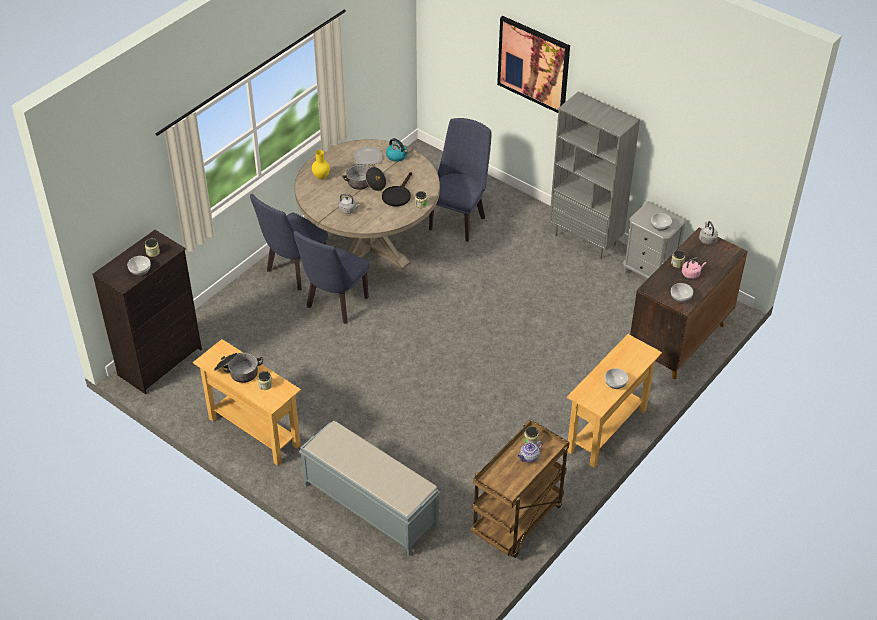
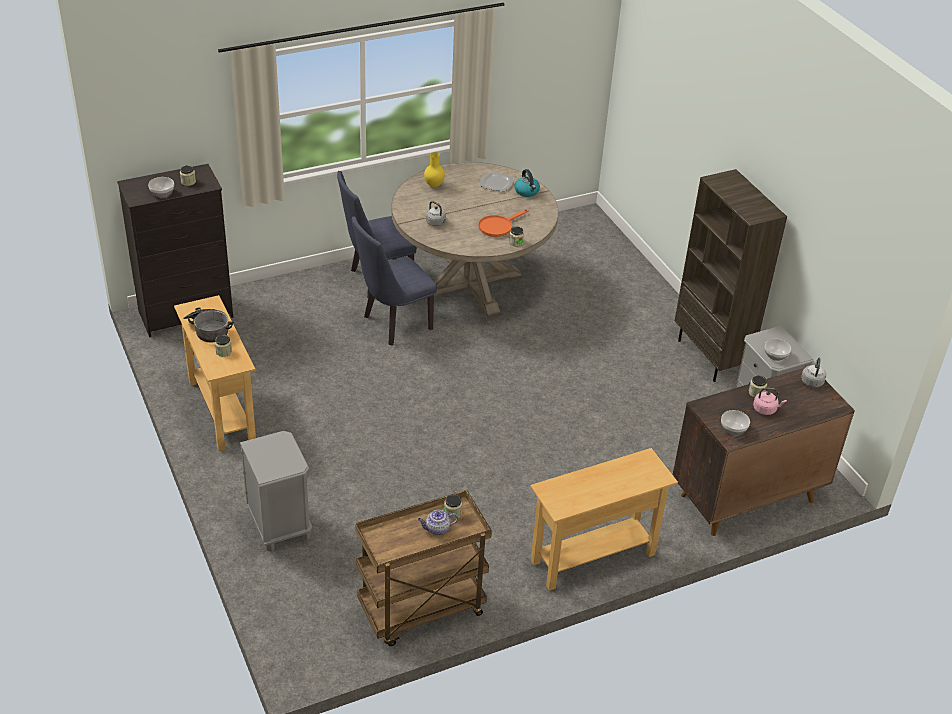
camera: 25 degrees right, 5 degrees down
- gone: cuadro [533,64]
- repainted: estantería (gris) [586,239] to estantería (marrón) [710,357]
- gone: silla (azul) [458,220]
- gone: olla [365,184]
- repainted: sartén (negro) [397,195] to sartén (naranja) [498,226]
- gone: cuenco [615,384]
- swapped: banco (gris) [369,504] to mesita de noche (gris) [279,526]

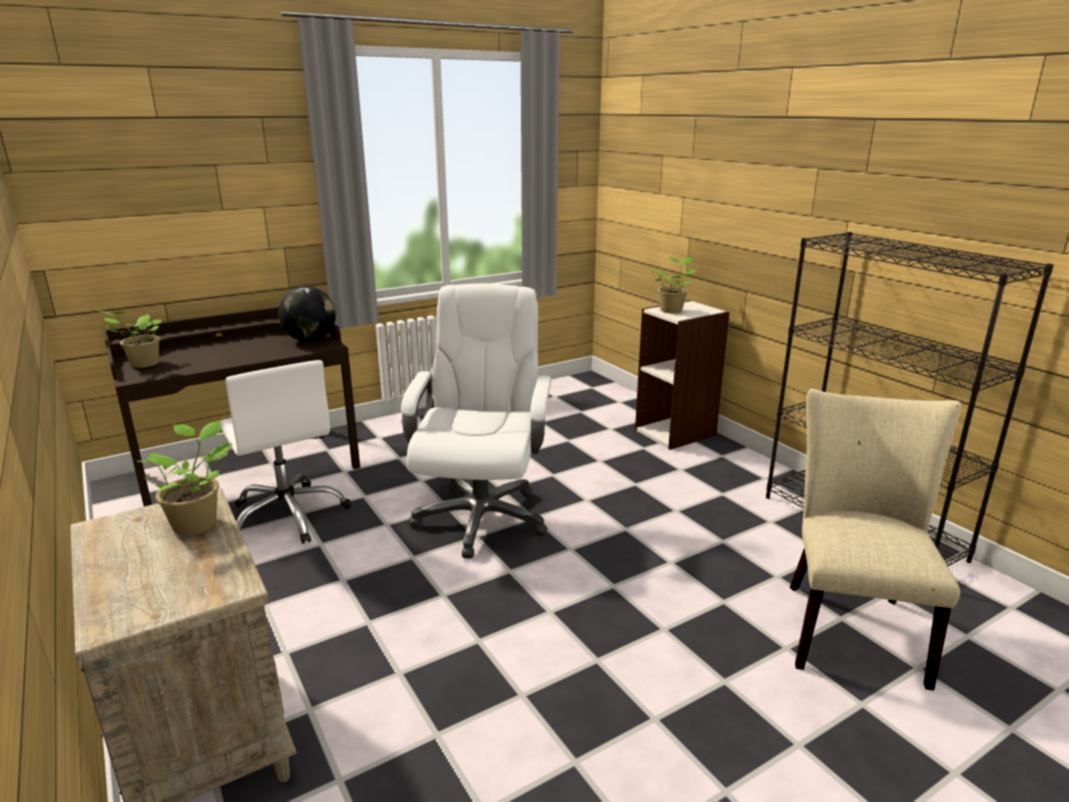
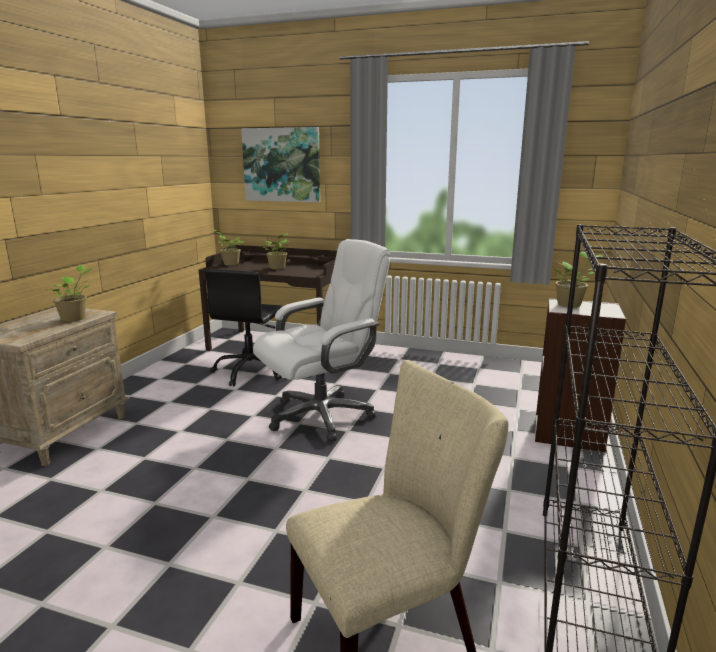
camera: 50 degrees right, 5 degrees down
- gone: globo terráqueo [310,340]
- repainted: silla de oficina (blanco) [288,515] to silla de oficina (negro) [250,371]
- new: cuadro [282,165]
- new: planta en maceta [277,268]

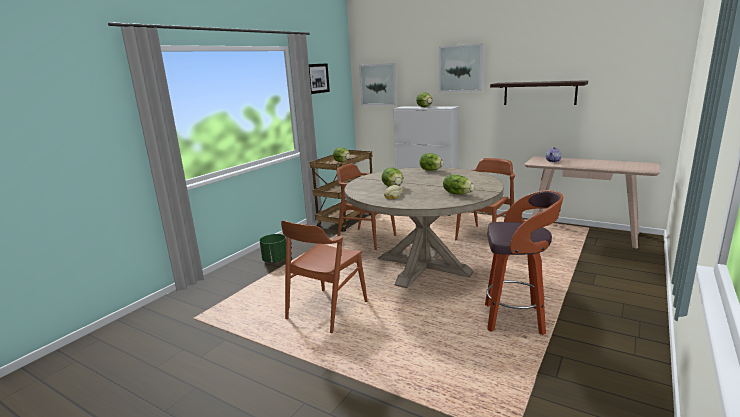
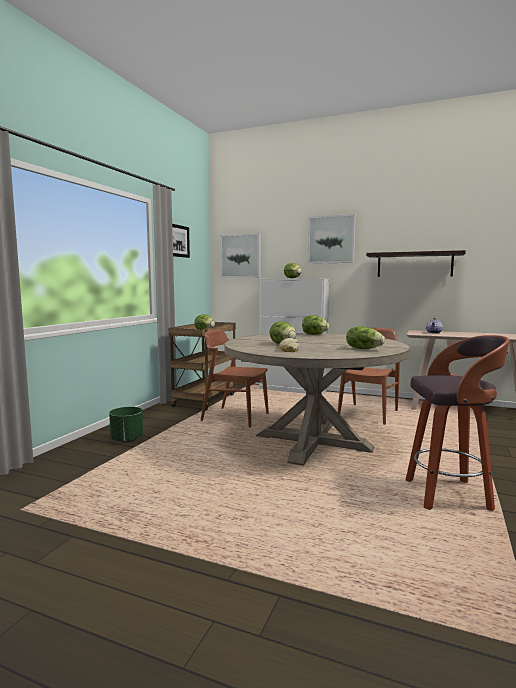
camera: 10 degrees left, 10 degrees down
- gone: silla (marrón) [327,310]

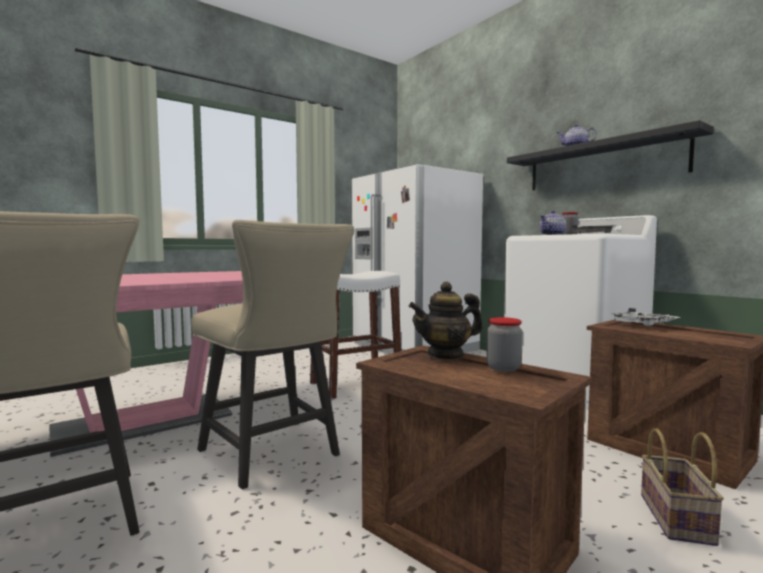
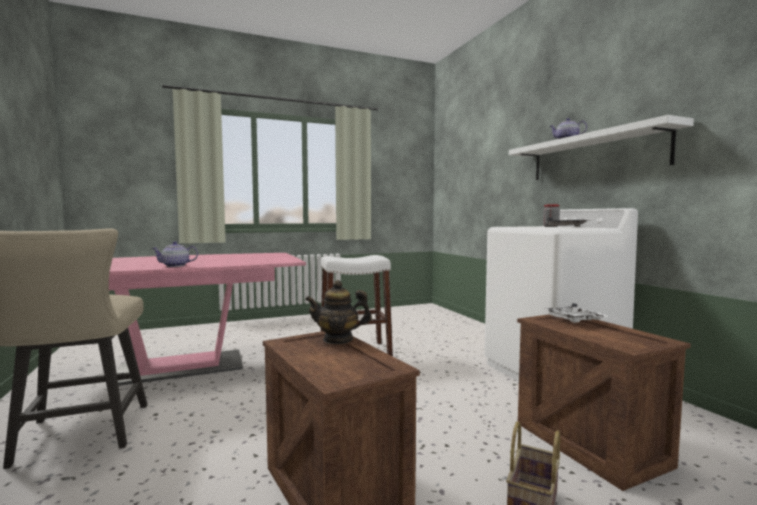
camera: 15 degrees right, 0 degrees up
- repainted: estante (negro) [602,164] to estante (blanco) [594,156]
- gone: nevera (blanco) [413,347]
- shifted: tetera [552,235] to [176,266]
- gone: silla (beis) [275,455]
- gone: tarro [503,368]

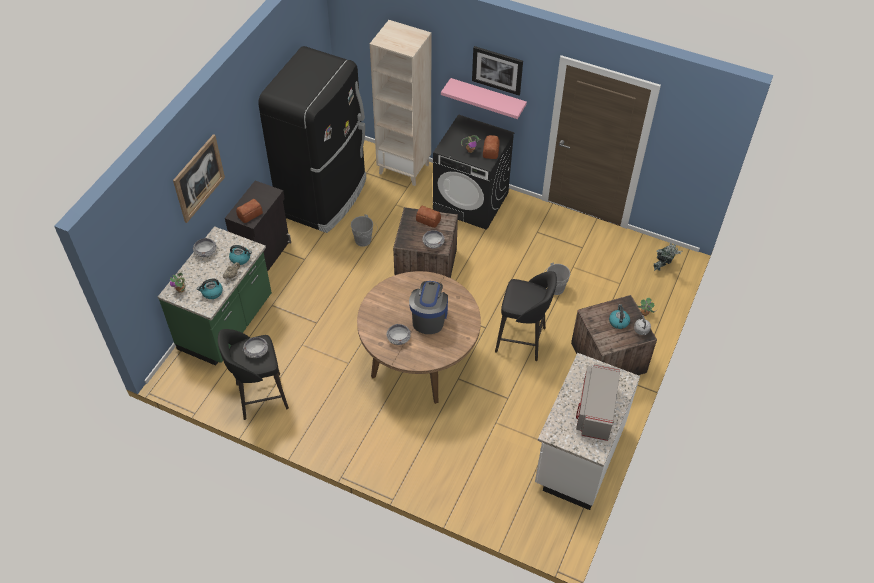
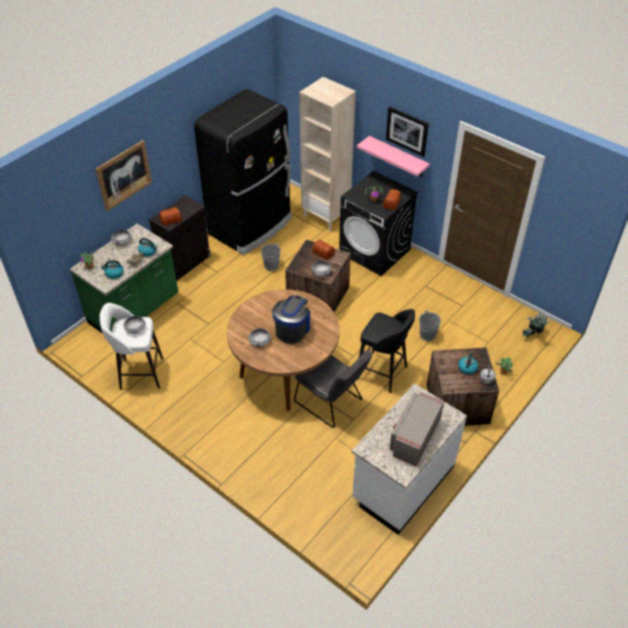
camera: 15 degrees right, 5 degrees down
- repainted: taburete (negro) [260,396] to taburete (blanco) [140,373]
- new: silla (gris) [331,403]

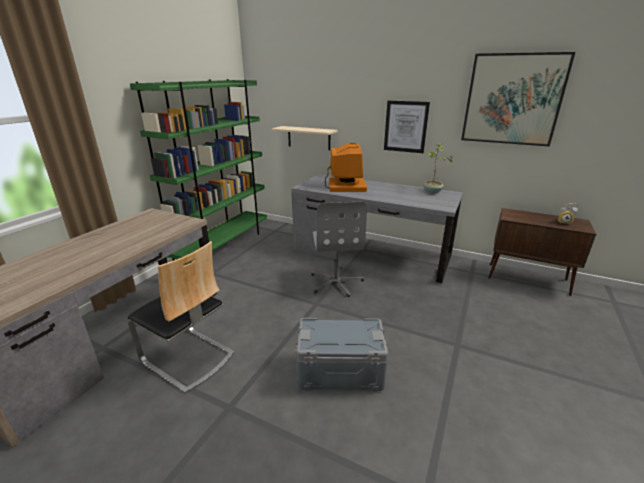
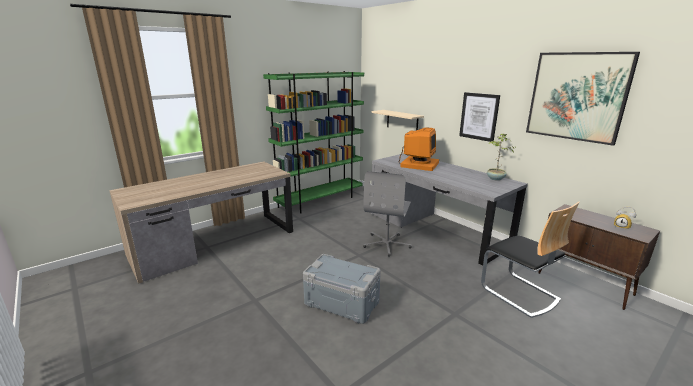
camera: 25 degrees right, 5 degrees down
- shifted: silla [188,358] to [519,293]

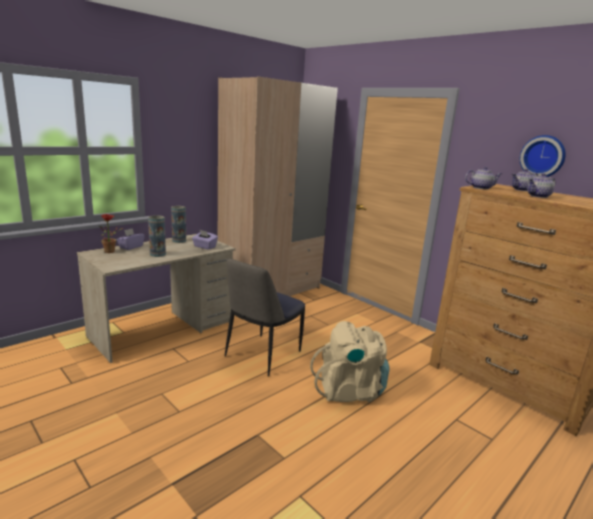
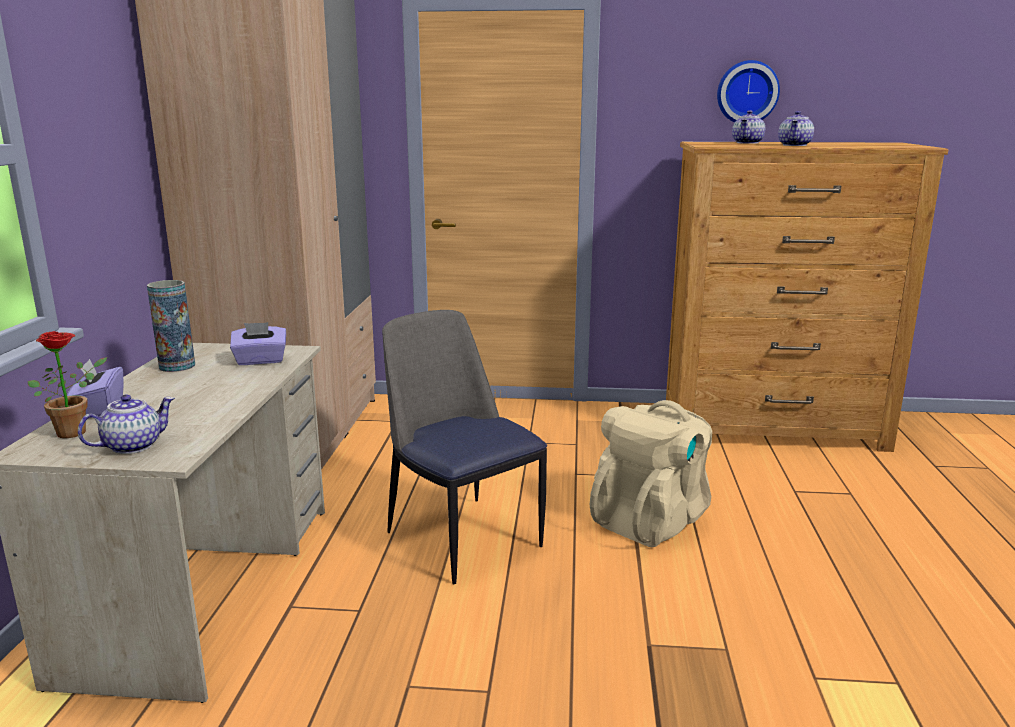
camera: 40 degrees left, 0 degrees up
- shifted: tetera [481,188] to [133,446]
- gone: florero [157,254]
- rotated: silla [262,355] = [462,536] 150 degrees clockwise

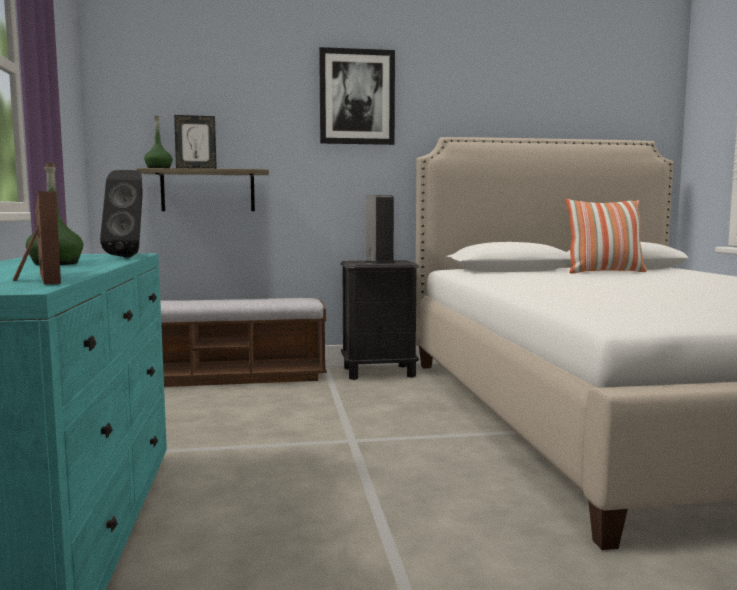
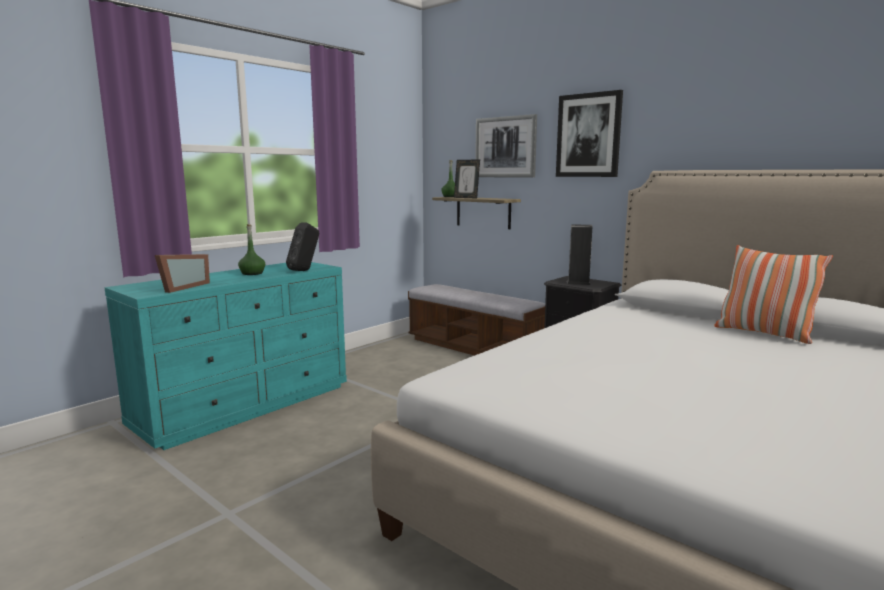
camera: 50 degrees right, 5 degrees up
- new: cuadro [505,147]

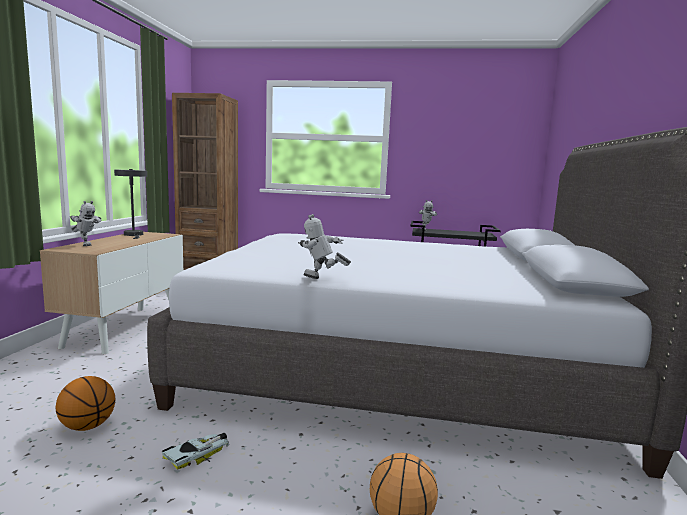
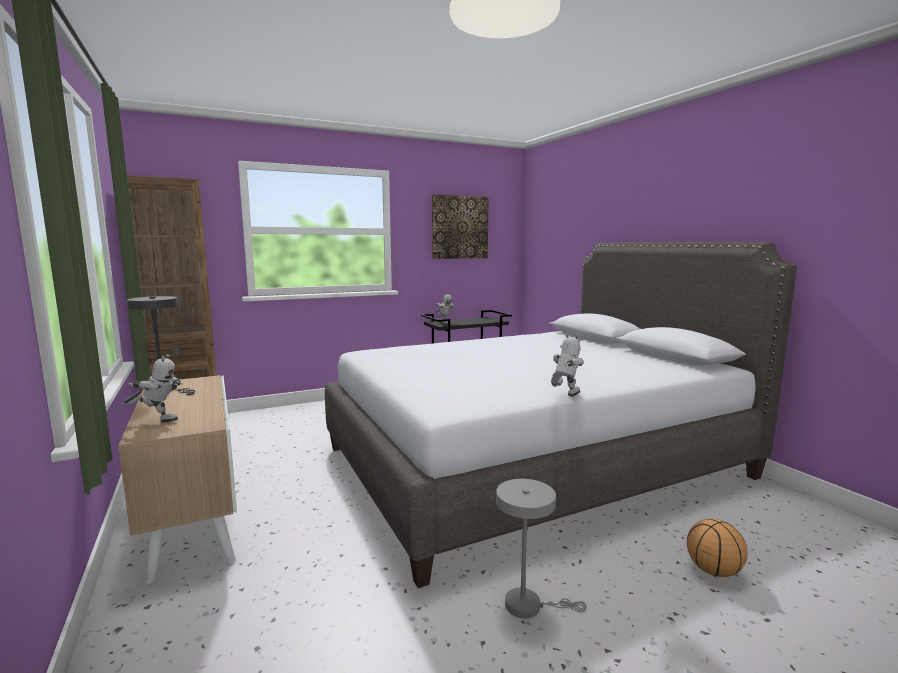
camera: 35 degrees left, 0 degrees up
- rotated: robot de juguete [321,280] = [564,396] 150 degrees clockwise
- gone: balón de baloncesto [88,426]
- swapped: coche de juguete [199,454] to lámpara de mesa (gris) [529,605]
- new: cuadro [459,227]

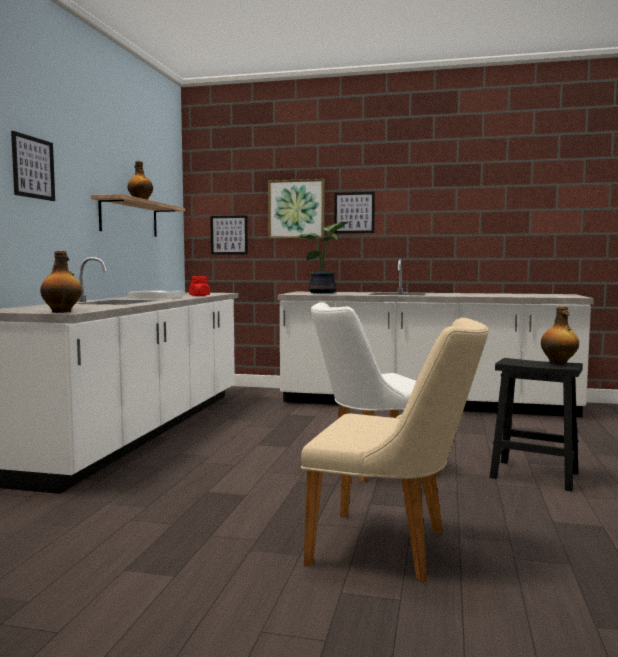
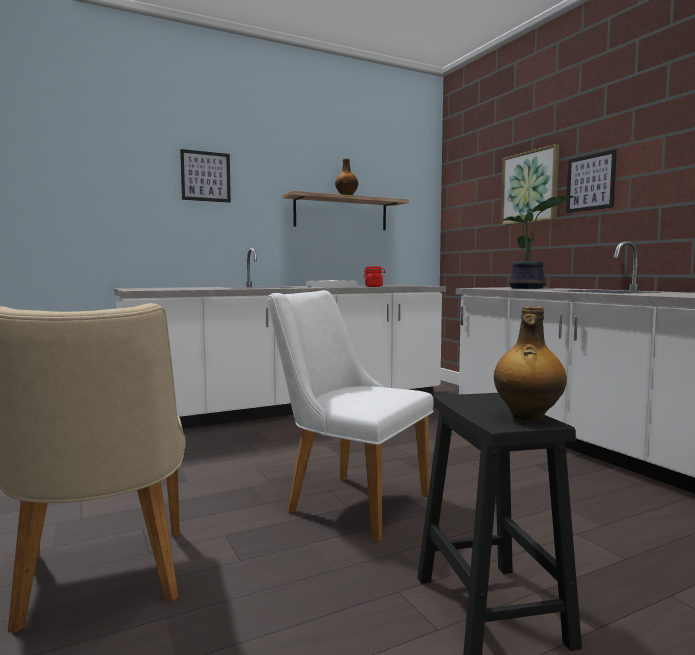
camera: 50 degrees right, 0 degrees up
- gone: cuadro [229,235]
- gone: botella [62,312]

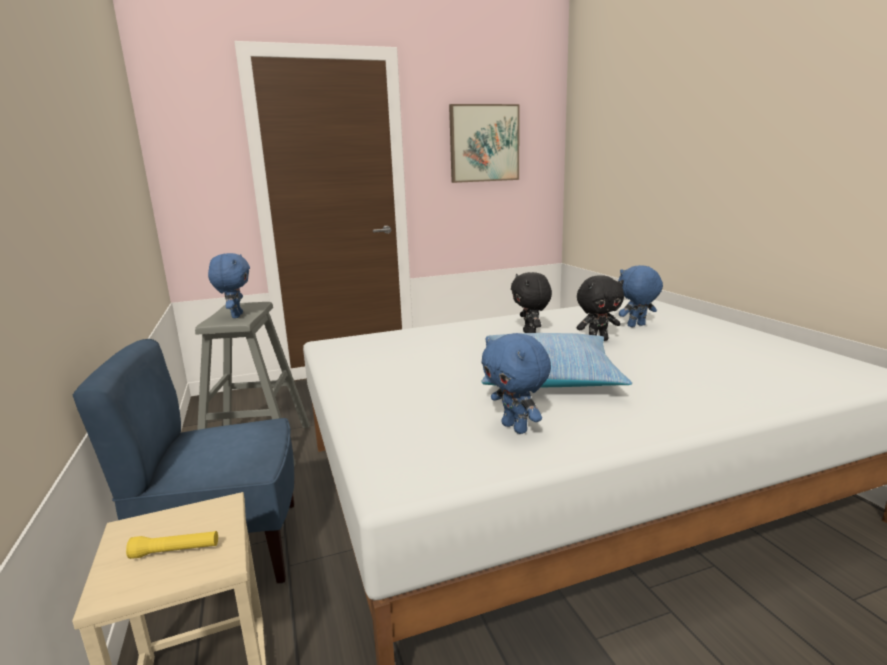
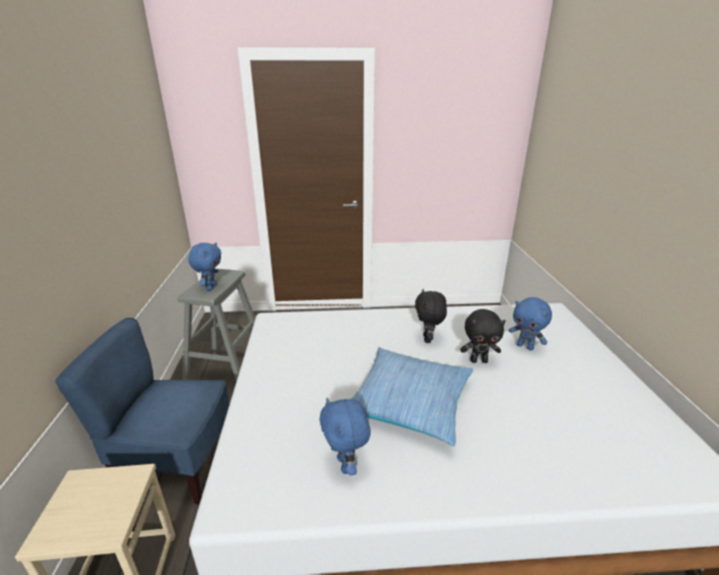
camera: 15 degrees right, 10 degrees up
- gone: cuadro [484,143]
- rotated: peluche (azul) [636,326] = [525,346] 135 degrees counterclockwise
- gone: linterna (amarillo) [175,551]

